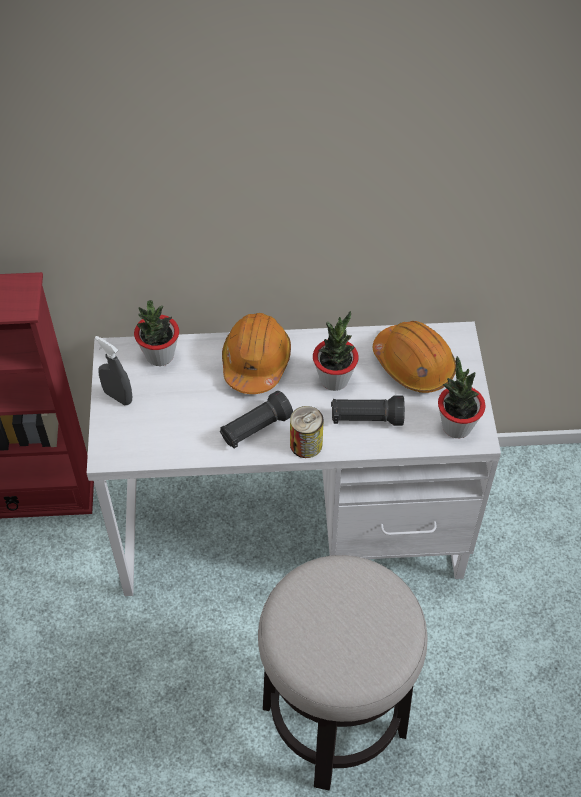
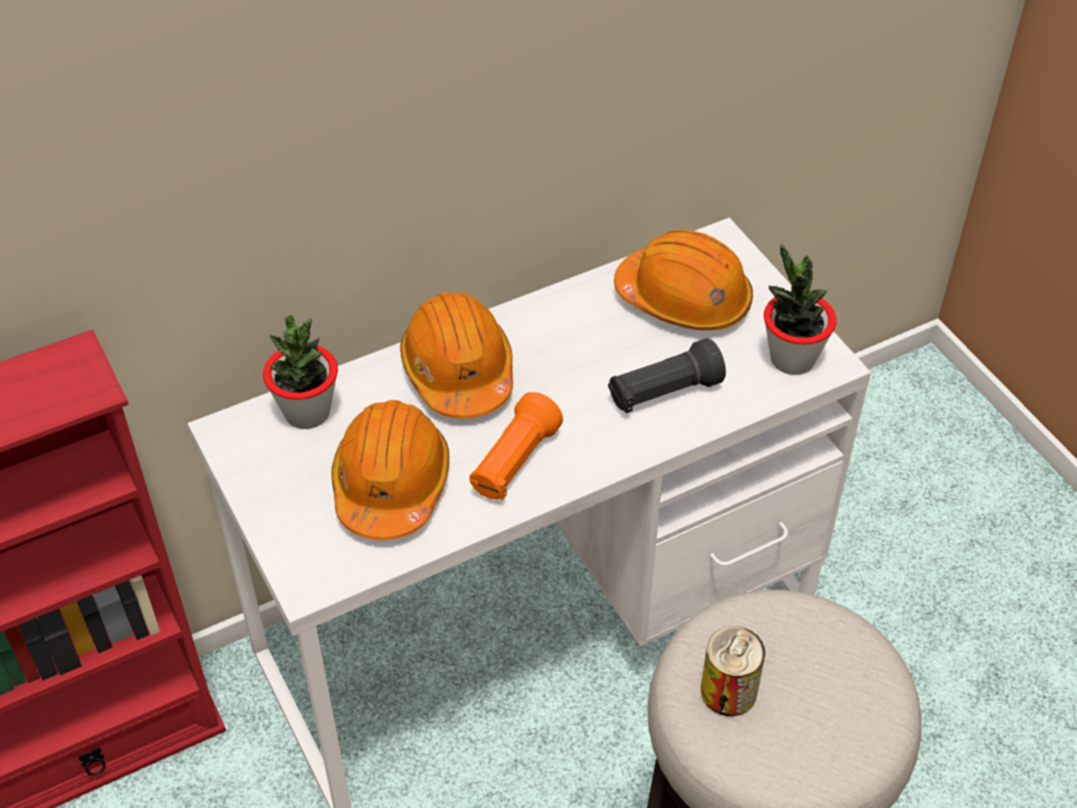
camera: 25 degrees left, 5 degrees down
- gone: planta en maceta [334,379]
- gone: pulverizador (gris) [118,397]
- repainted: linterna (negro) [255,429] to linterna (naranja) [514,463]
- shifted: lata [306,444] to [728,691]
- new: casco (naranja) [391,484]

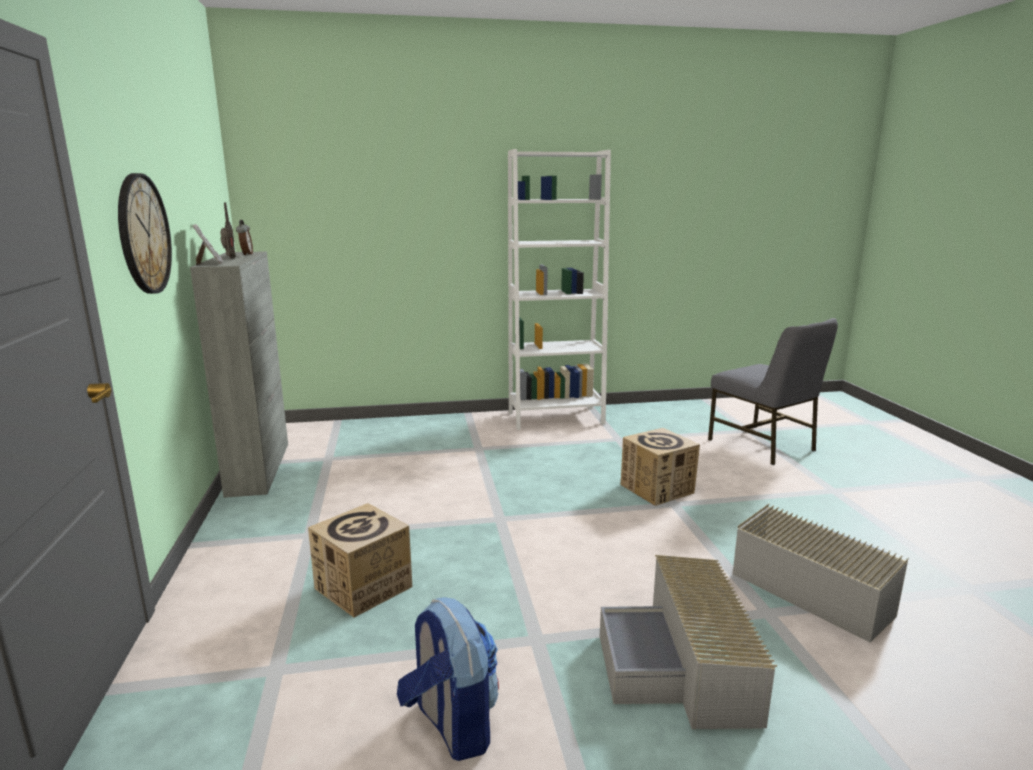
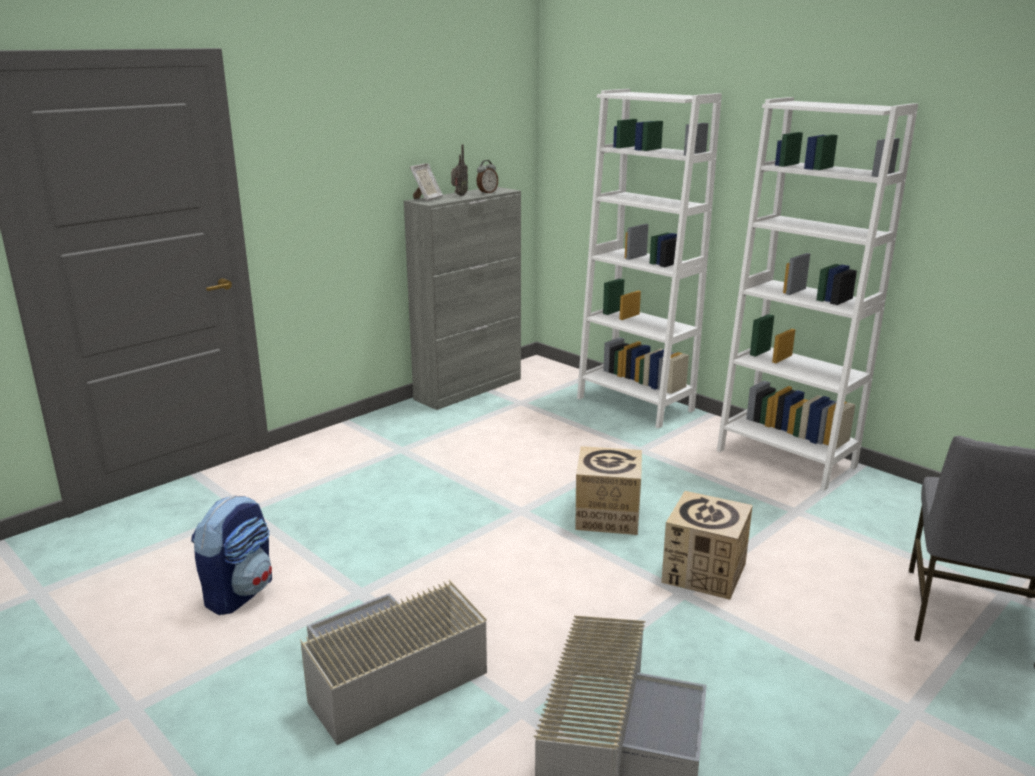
camera: 55 degrees right, 5 degrees up
- gone: reloj de pared [143,234]
- shifted: caja de cartón [363,587] to [607,516]
- new: estantería (blanco) [635,404]

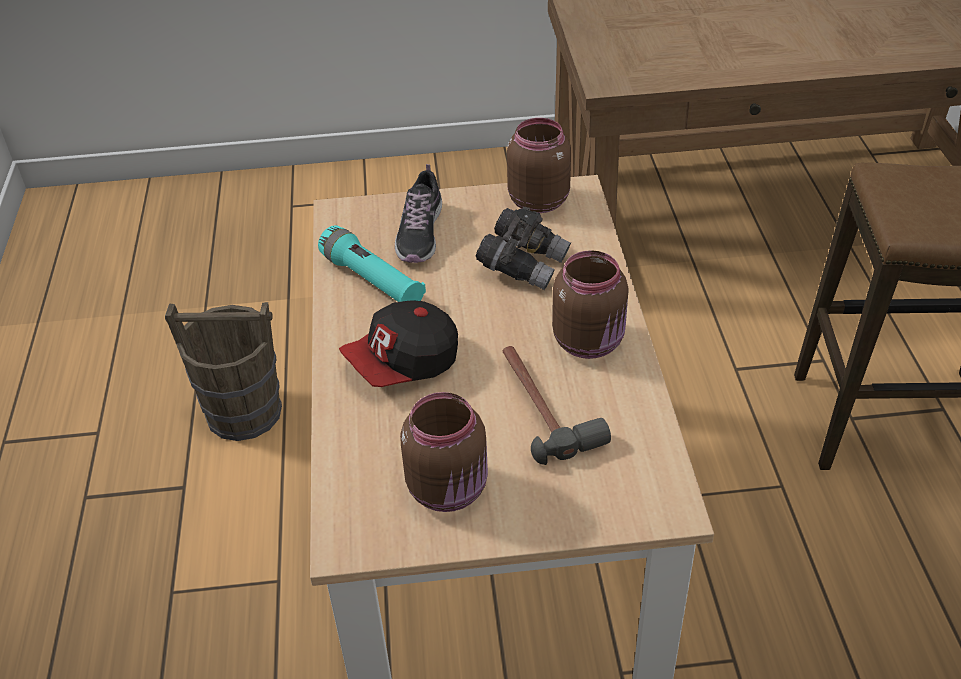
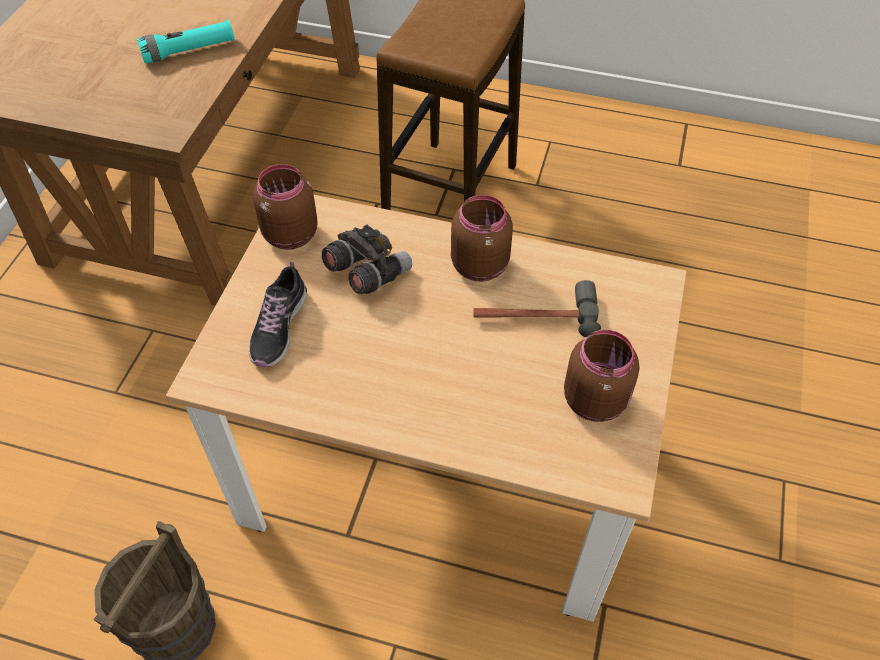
camera: 70 degrees left, 10 degrees up
- rotated: zapato [420,233] = [279,327] 75 degrees clockwise
- shifted: linterna (turquesa) [372,281] to [189,51]
- gone: gorra [404,364]

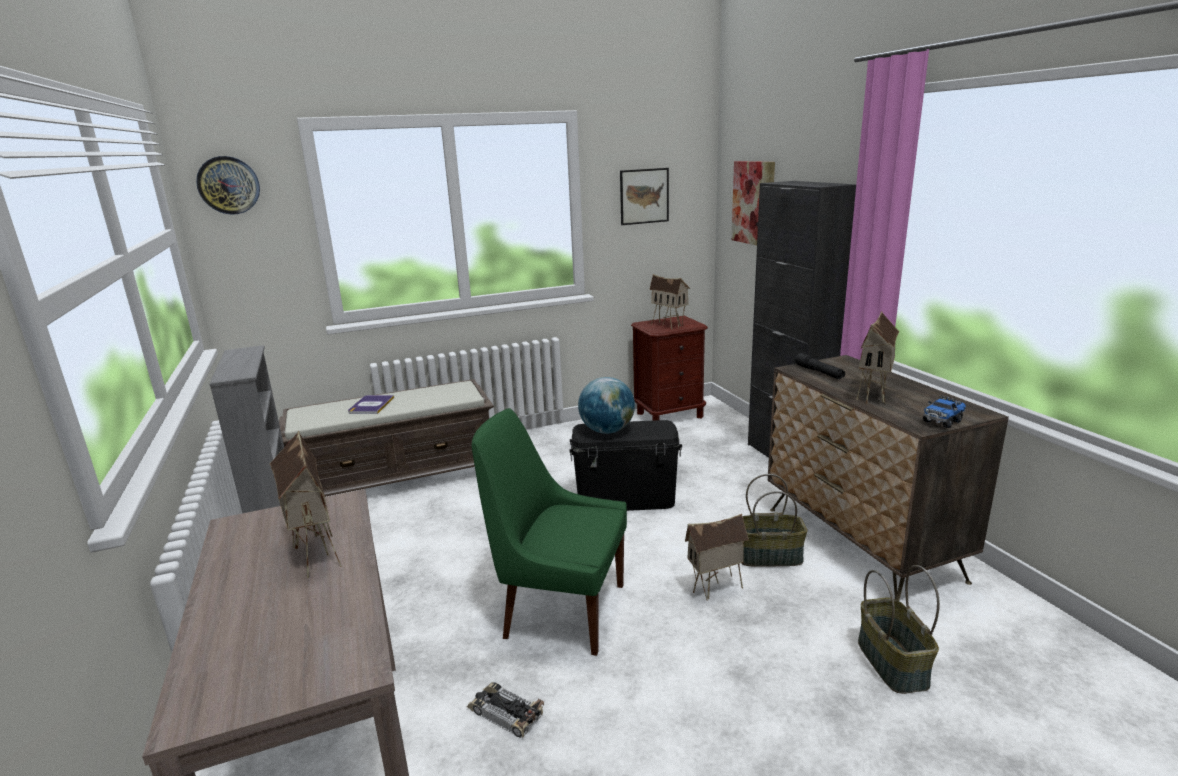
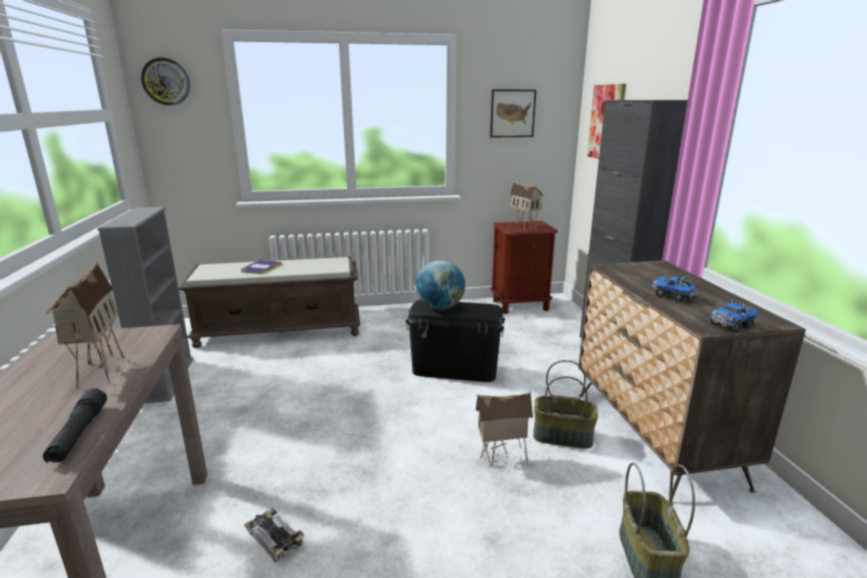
camera: 10 degrees right, 0 degrees up
- swapped: casita [874,396] to camión de juguete [673,296]
- shifted: linterna (negro) [819,372] to [79,434]
- gone: silla (verde) [560,610]

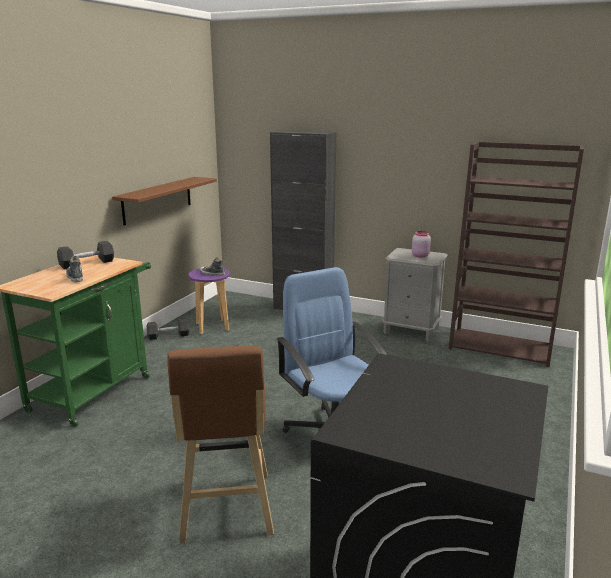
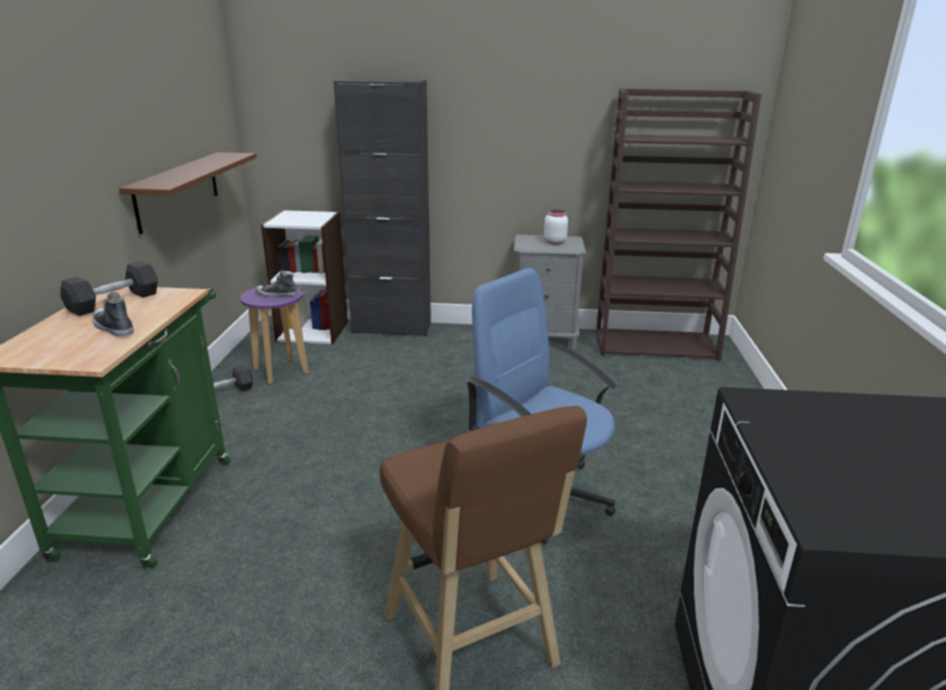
camera: 20 degrees left, 5 degrees up
- repainted: tarro (rosa) [419,255] to tarro (blanco) [554,242]
- new: estantería (blanco) [313,331]

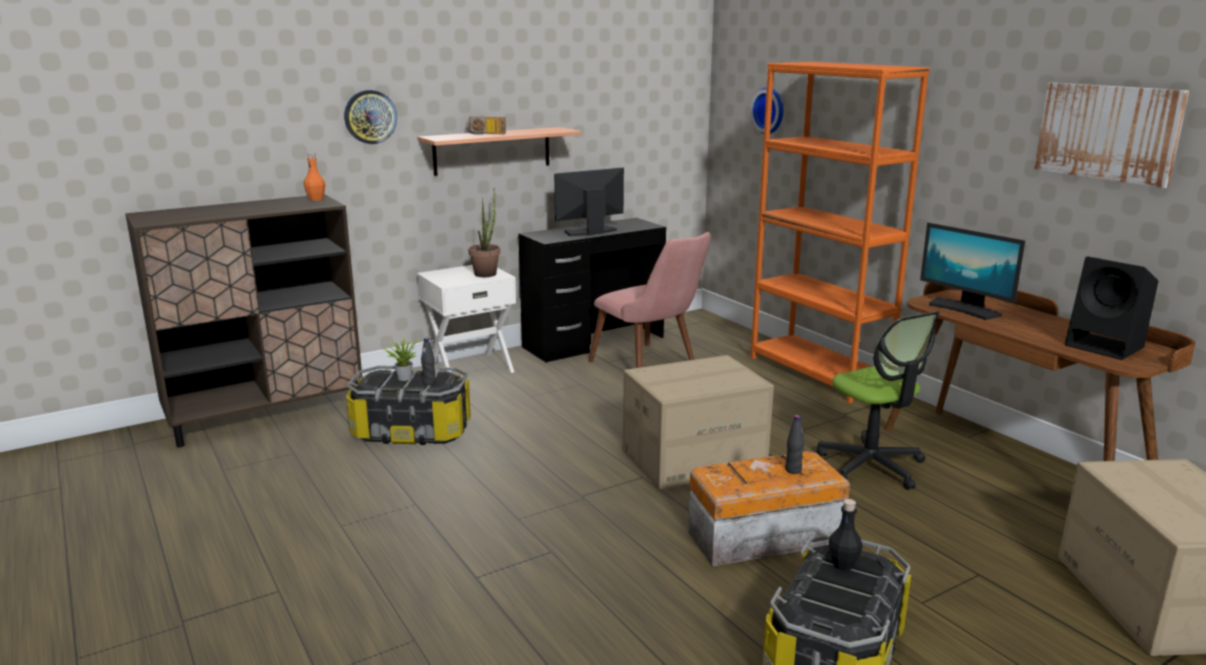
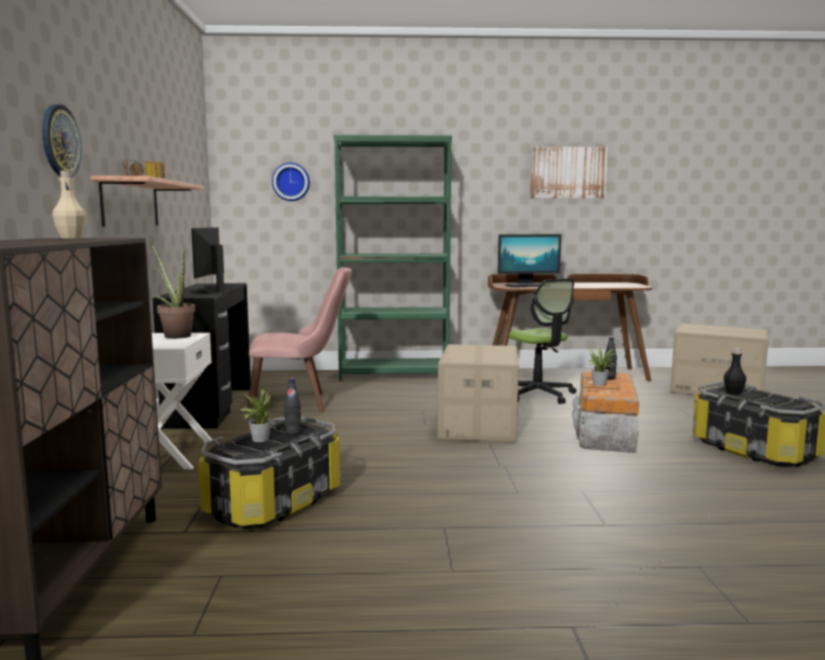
camera: 60 degrees left, 10 degrees down
- repainted: estantería (naranja) [818,373] to estantería (verde) [394,375]
- repainted: botella (naranja) [316,199] to botella (beis) [71,238]
- gone: altavoz (negro) [1106,347]
- rotated: silla de oficina [871,466] = [538,395] 60 degrees clockwise
- new: planta en maceta [599,384]

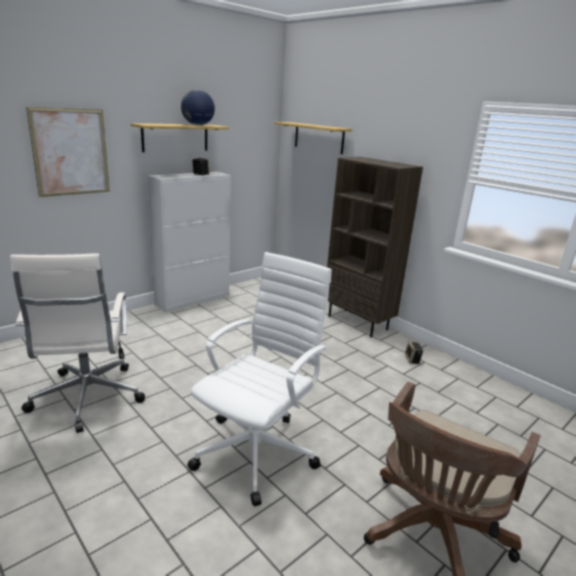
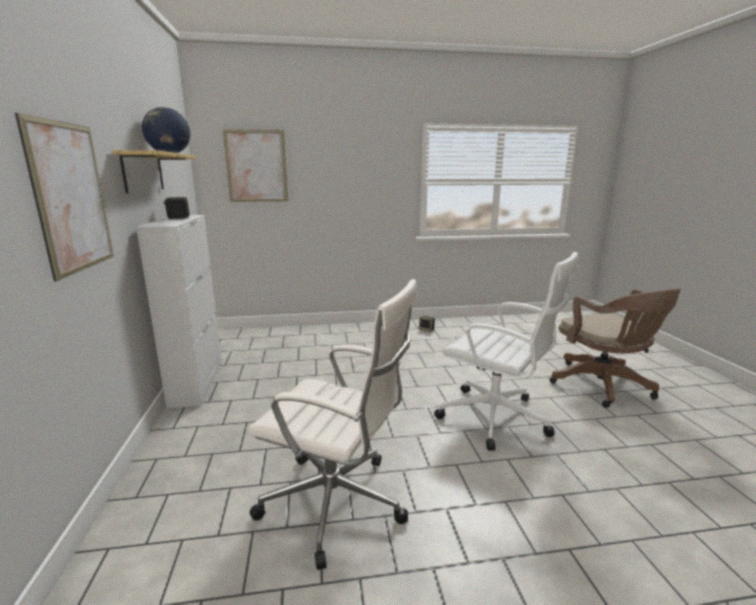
camera: 55 degrees left, 5 degrees down
- swapped: estante [319,137] to cuadro [256,166]
- gone: estantería (marrón) [358,322]
- rotated: silla de oficina (blanco) [258,450] = [497,419] 150 degrees clockwise

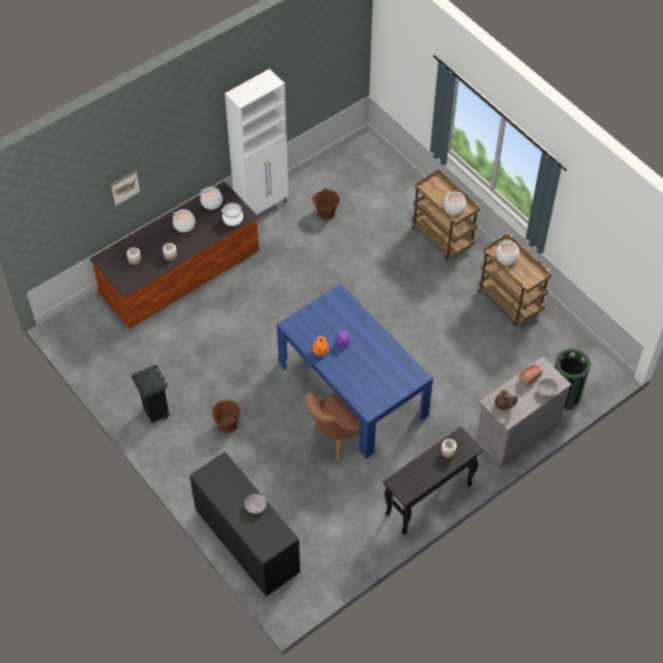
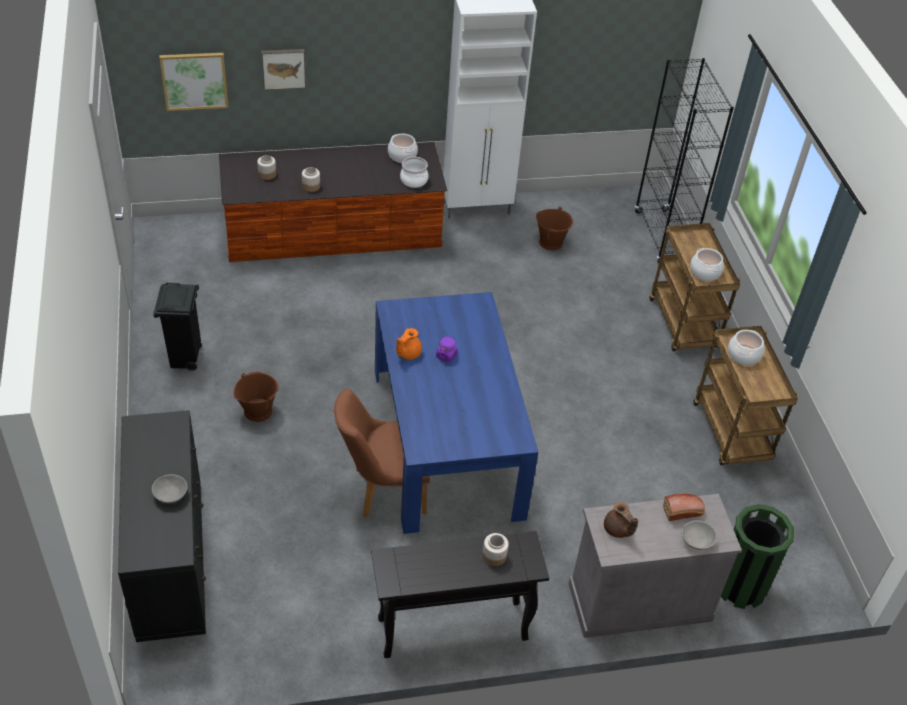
camera: 25 degrees right, 10 degrees down
- gone: olla [184,225]
- new: cuadro [194,80]
- new: estantería (negro) [662,237]

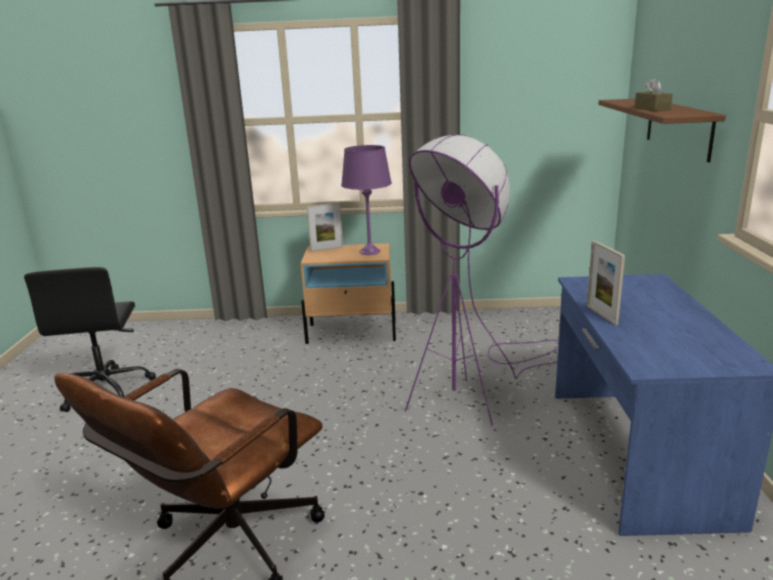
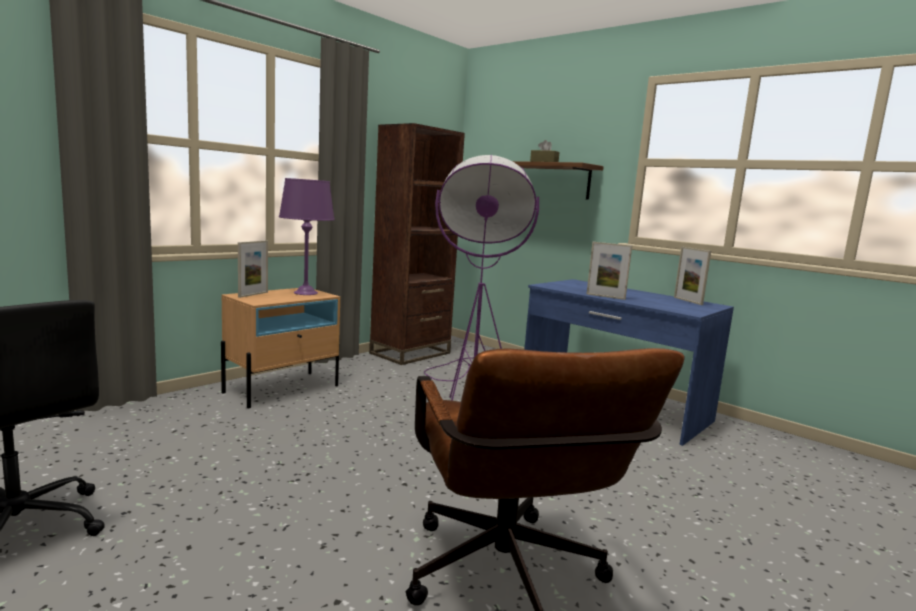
camera: 50 degrees left, 10 degrees down
- new: estantería (marrón) [410,353]
- new: portarretratos [688,301]

